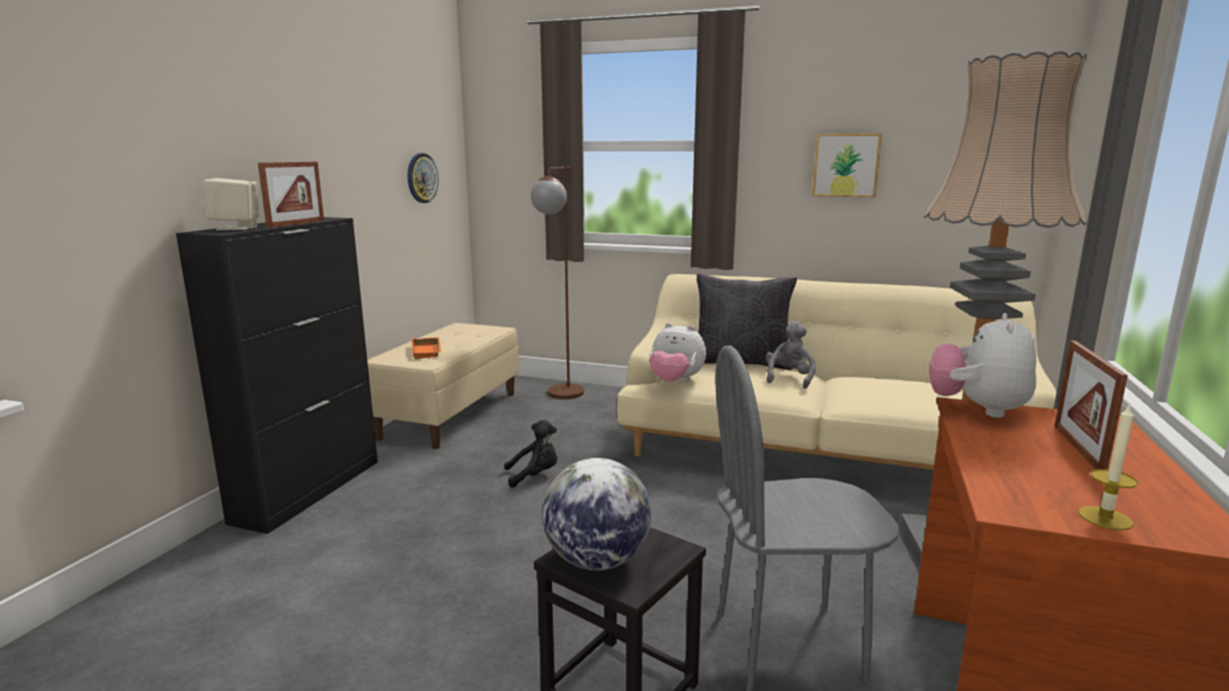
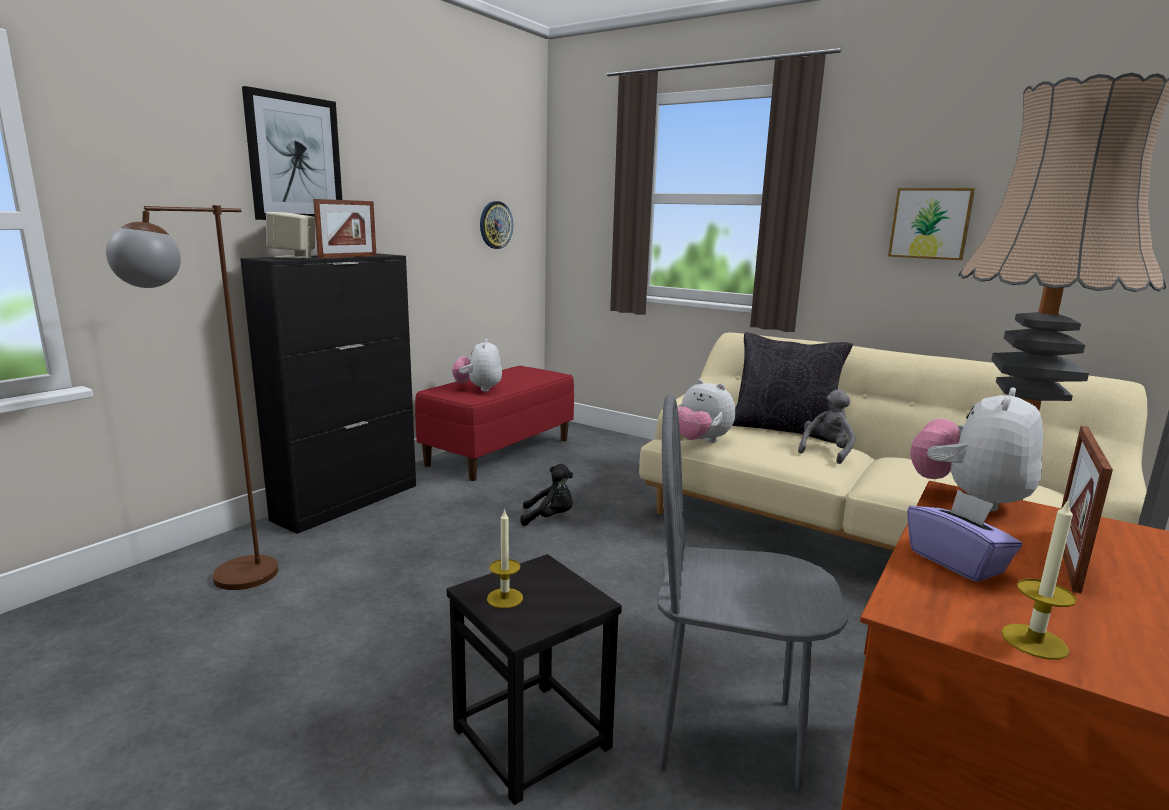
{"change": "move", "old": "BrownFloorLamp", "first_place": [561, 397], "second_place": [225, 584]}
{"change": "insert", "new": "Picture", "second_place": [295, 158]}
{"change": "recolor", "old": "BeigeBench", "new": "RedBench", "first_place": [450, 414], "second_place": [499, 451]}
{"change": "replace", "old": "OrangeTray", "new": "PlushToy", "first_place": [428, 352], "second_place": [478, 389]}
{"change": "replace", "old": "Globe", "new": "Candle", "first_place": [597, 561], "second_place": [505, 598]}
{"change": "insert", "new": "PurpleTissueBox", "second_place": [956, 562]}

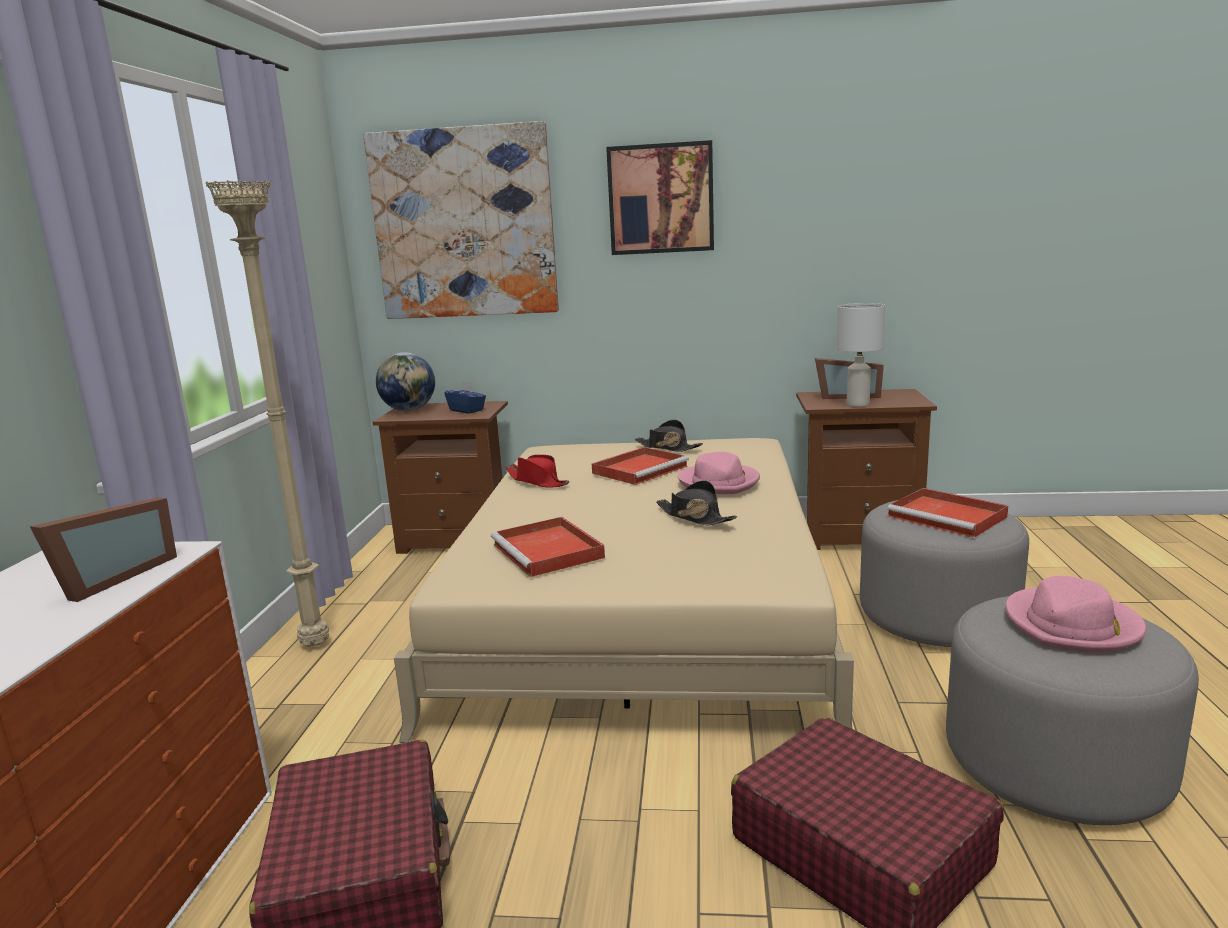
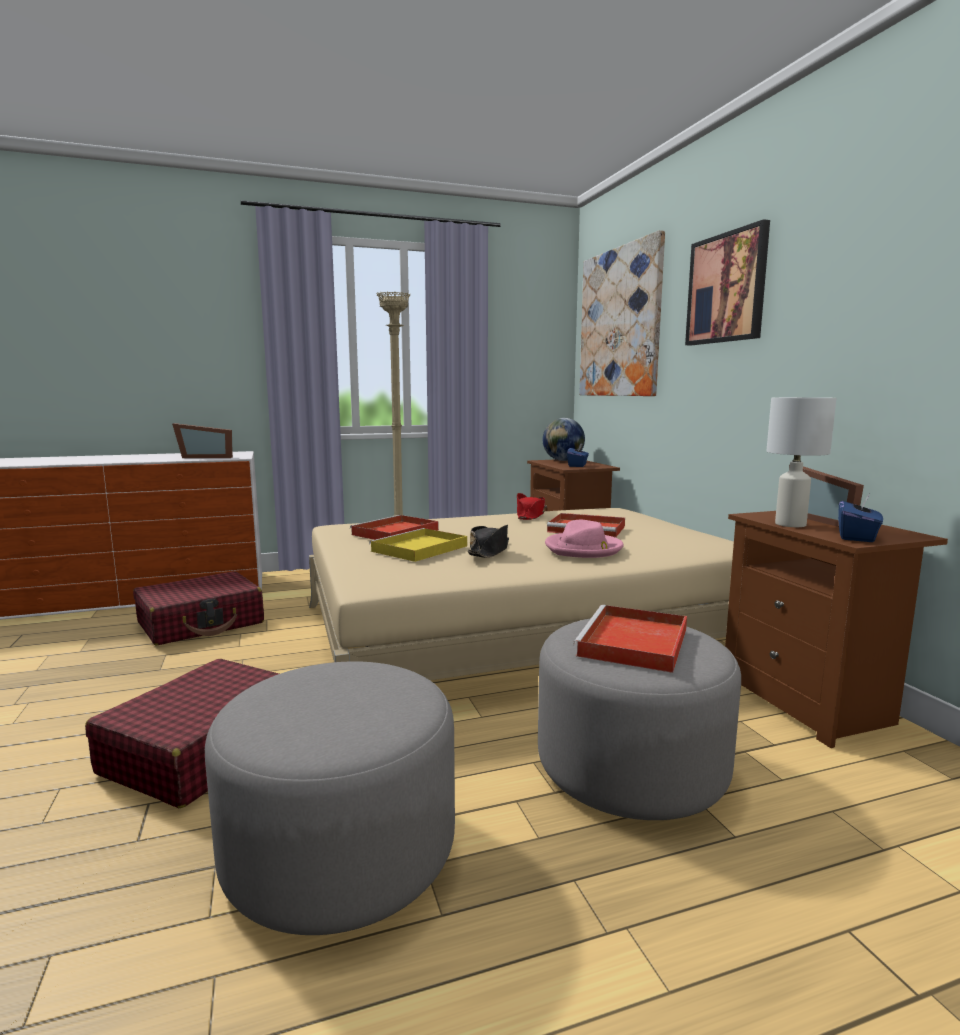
{"change": "insert", "new": "YellowTray", "second_place": [418, 549]}
{"change": "insert", "new": "BlueTissueBox", "second_place": [857, 537]}
{"change": "delete", "old": "BlackHat", "first_place": [667, 447]}
{"change": "delete", "old": "PinkHat", "first_place": [1072, 626]}

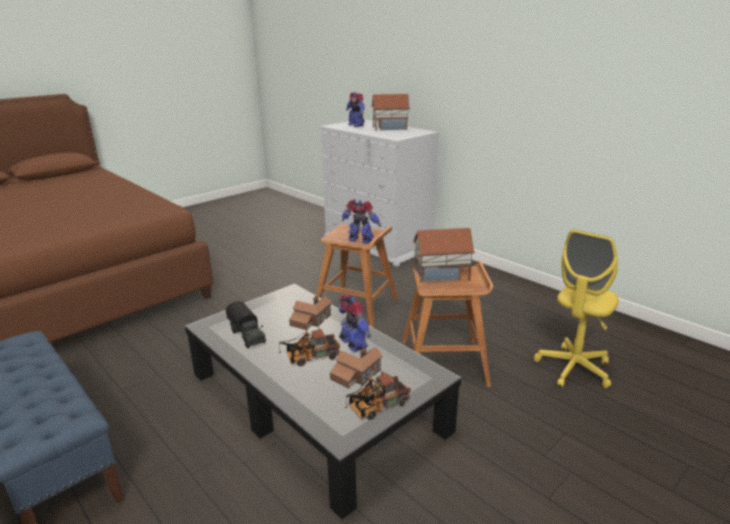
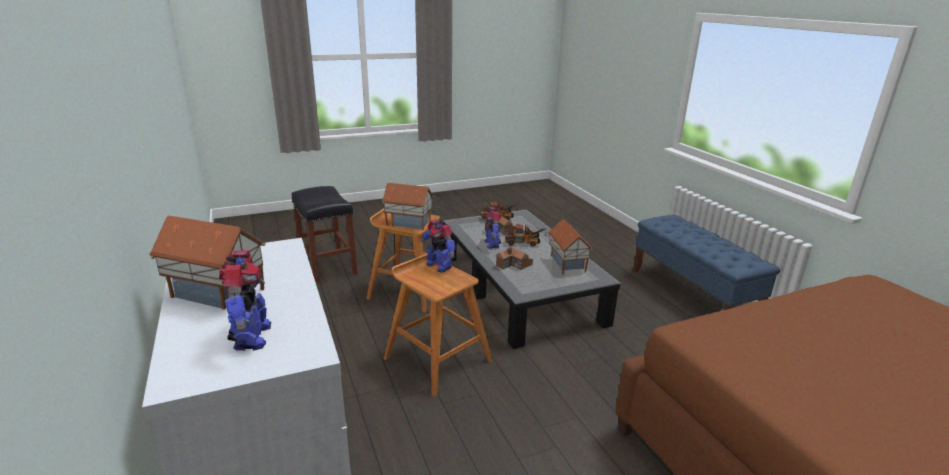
{"change": "replace", "old": "YellowOfficeChair", "new": "BlackStool", "first_place": [573, 368], "second_place": [328, 267]}
{"change": "replace", "old": "ToyTruck", "new": "ToyHouse", "first_place": [247, 335], "second_place": [566, 264]}

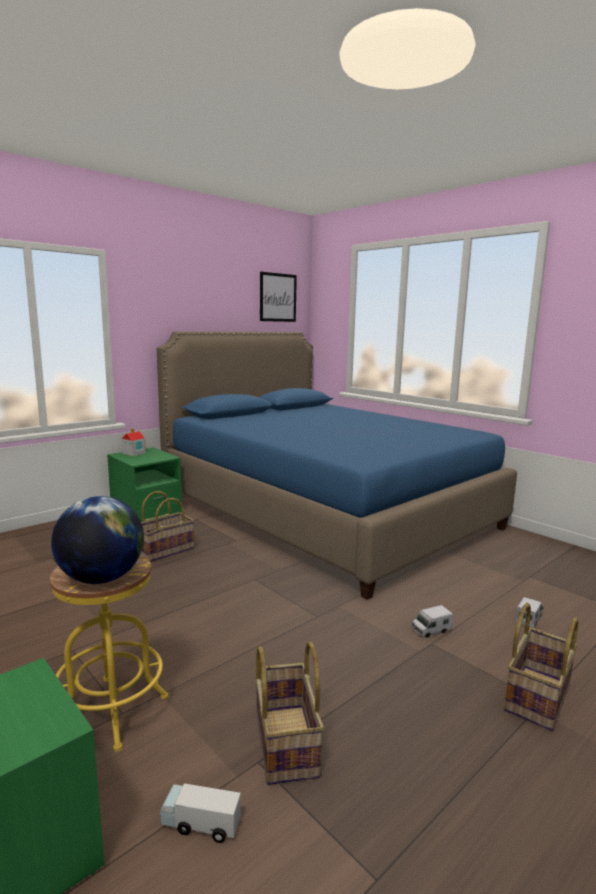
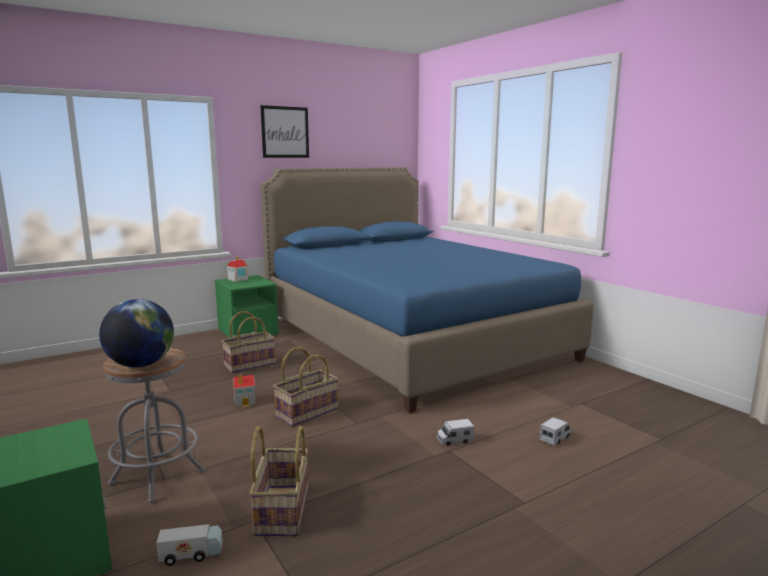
{"change": "recolor", "old": "YellowStool", "new": "GreyStool", "first_place": [112, 711], "second_place": [157, 477]}
{"change": "rotate", "old": "ToyTruck", "first_place": [200, 823], "second_place": [192, 554], "degrees": 150}
{"change": "insert", "new": "ToyHouse", "second_place": [245, 401]}
{"change": "move", "old": "Picture", "first_place": [278, 297], "second_place": [285, 132]}
{"change": "move", "old": "Basket", "first_place": [536, 696], "second_place": [307, 412]}

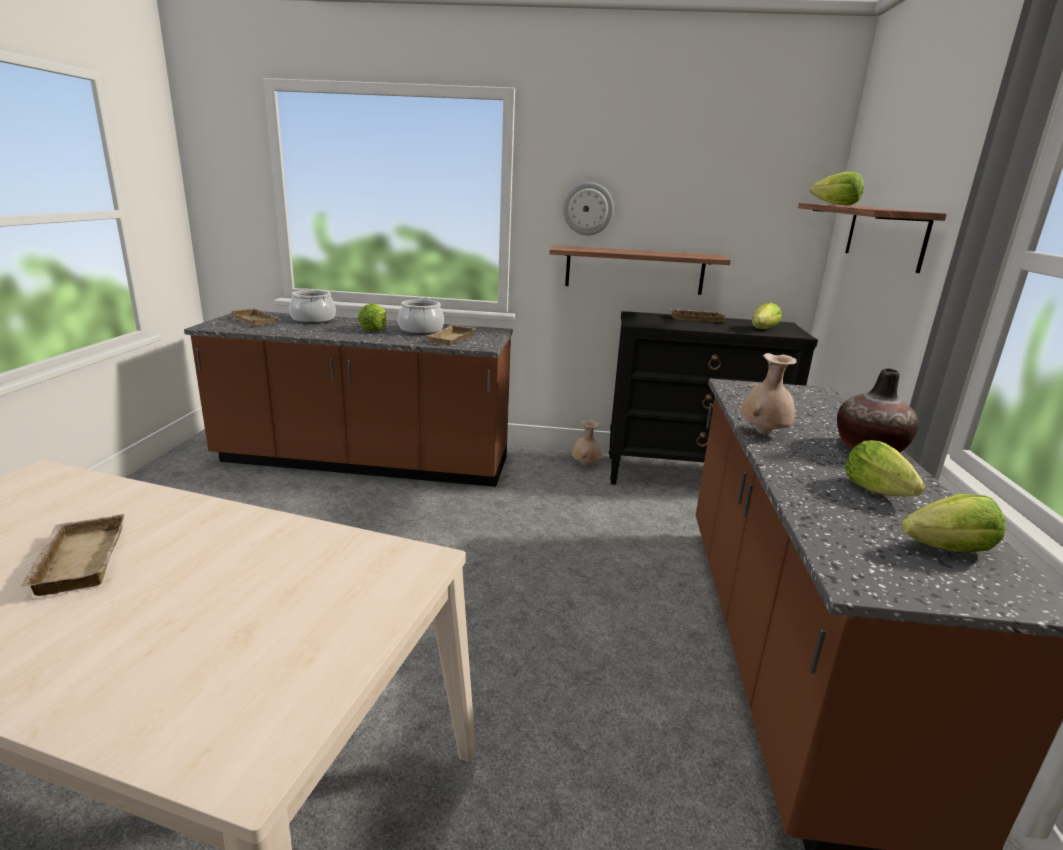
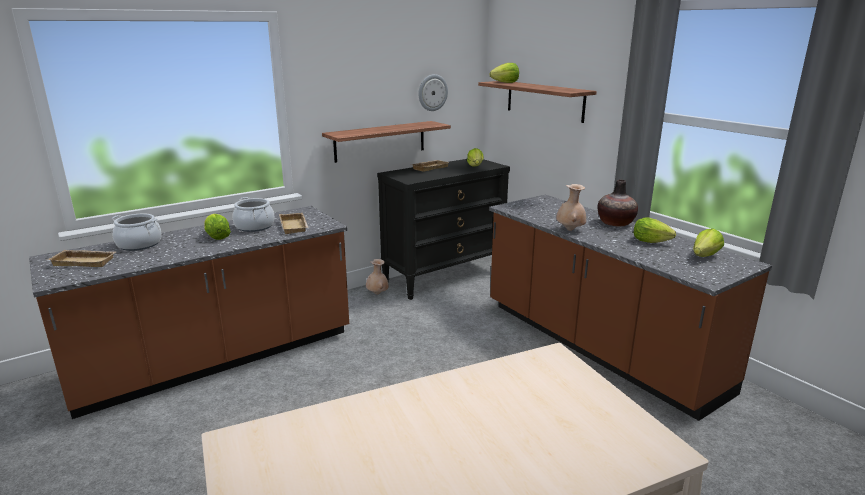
{"change": "move", "old": "WallClock", "first_place": [588, 209], "second_place": [432, 92]}
{"change": "delete", "old": "BeigeTray", "first_place": [77, 560]}

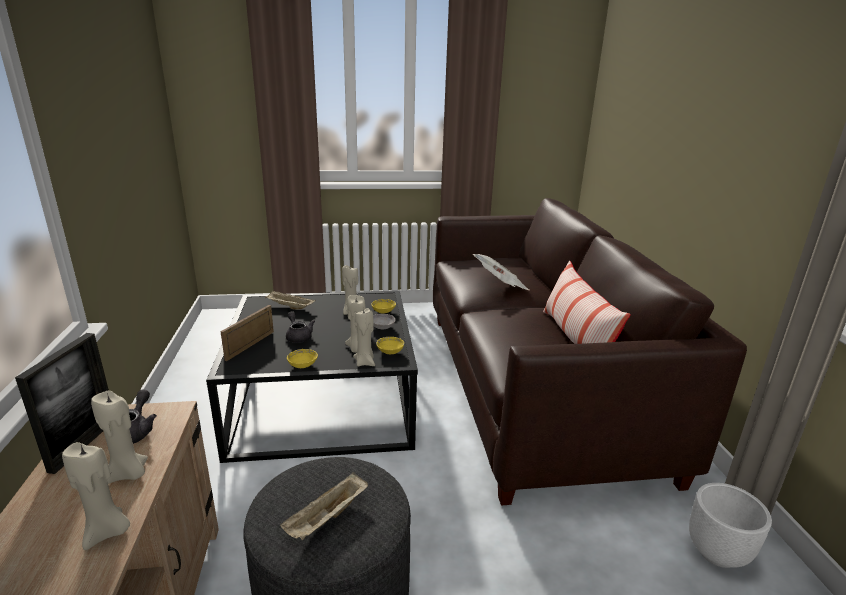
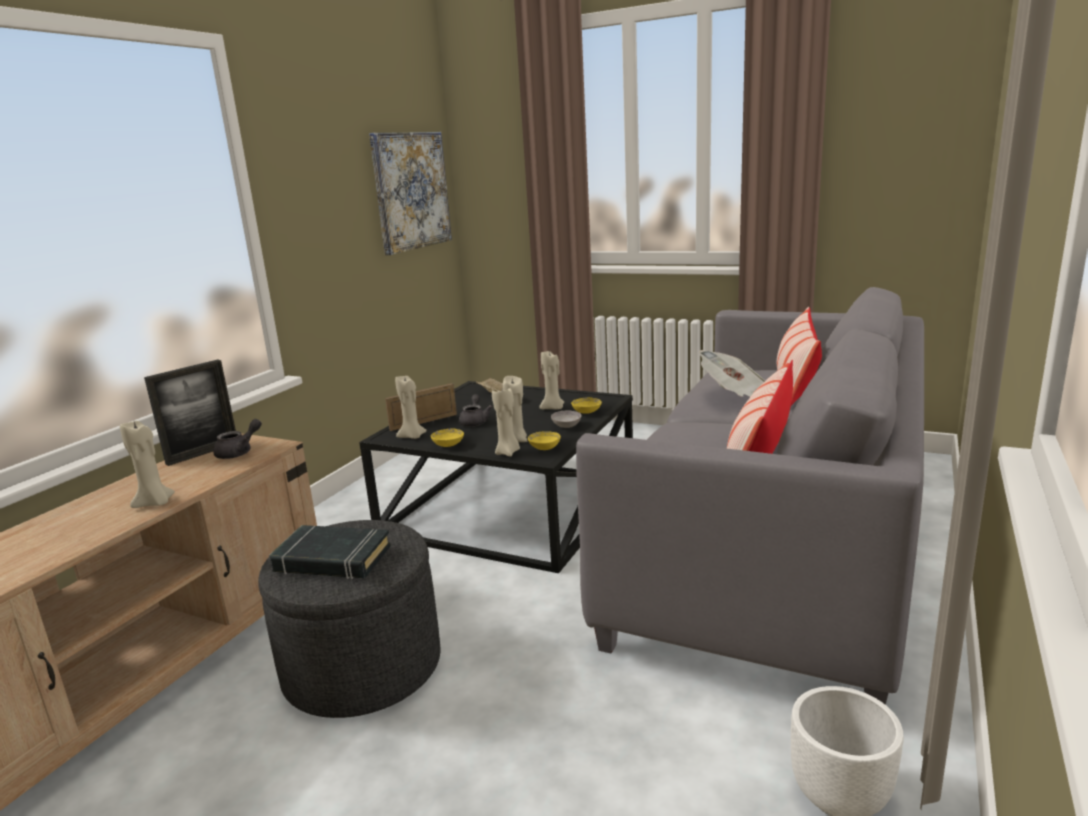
{"change": "replace", "old": "BeigeTray", "new": "BlackBook", "first_place": [327, 518], "second_place": [332, 559]}
{"change": "insert", "new": "Picture", "second_place": [411, 191]}
{"change": "move", "old": "BeigeCandle", "first_place": [128, 474], "second_place": [412, 436]}
{"change": "recolor", "old": "BrownSofa", "new": "GreySofa", "first_place": [533, 387], "second_place": [776, 548]}
{"change": "insert", "new": "Pillow", "second_place": [796, 385]}

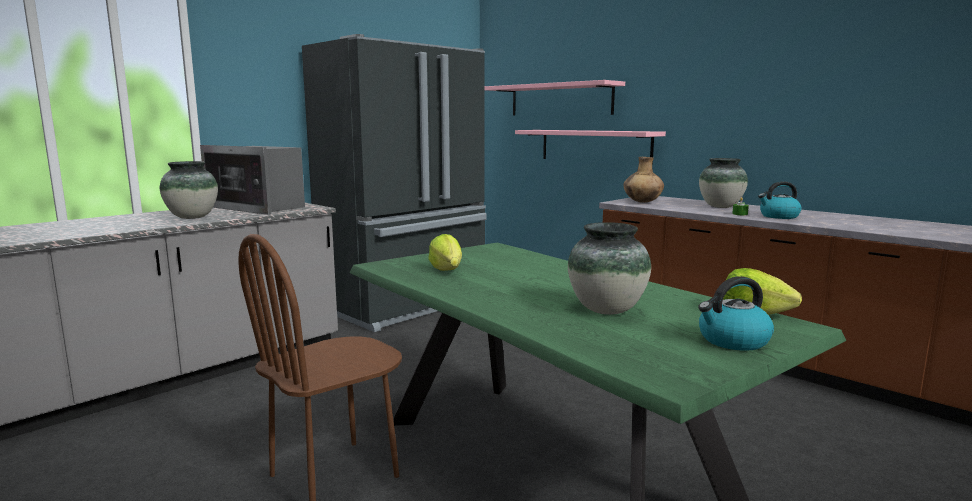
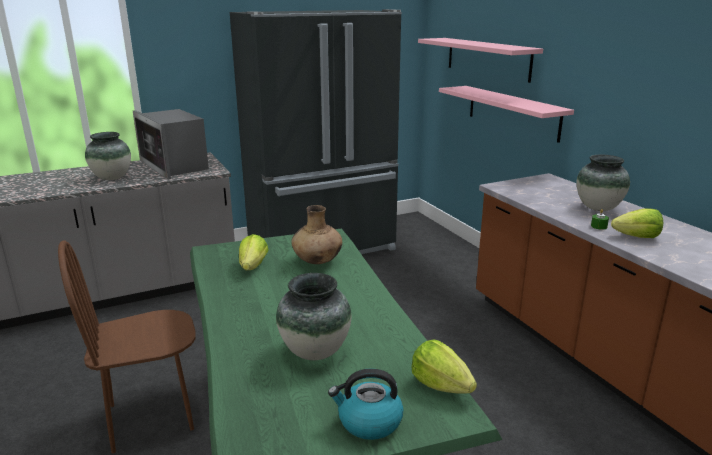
{"change": "move", "old": "BrownVase", "first_place": [642, 202], "second_place": [317, 261]}
{"change": "replace", "old": "Kettle", "new": "Lettuce", "first_place": [778, 216], "second_place": [637, 237]}

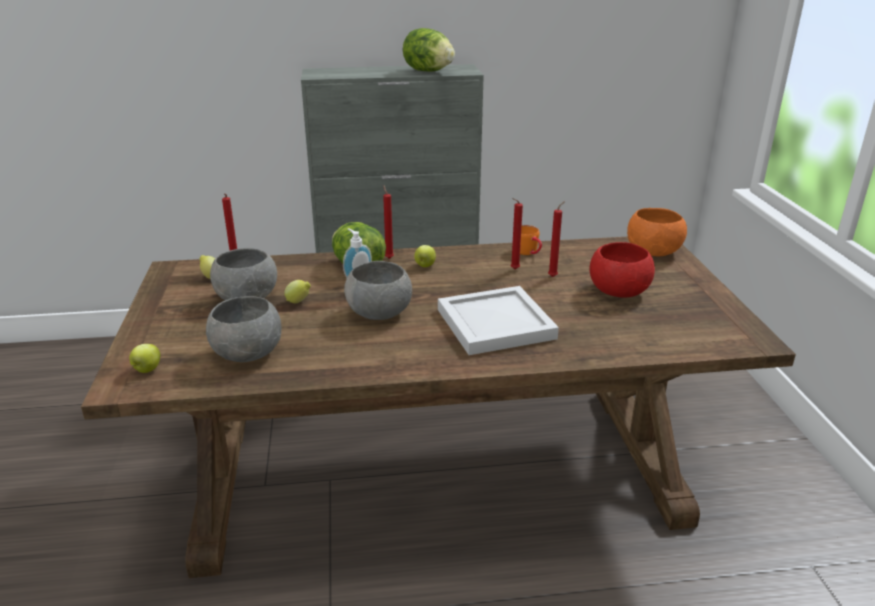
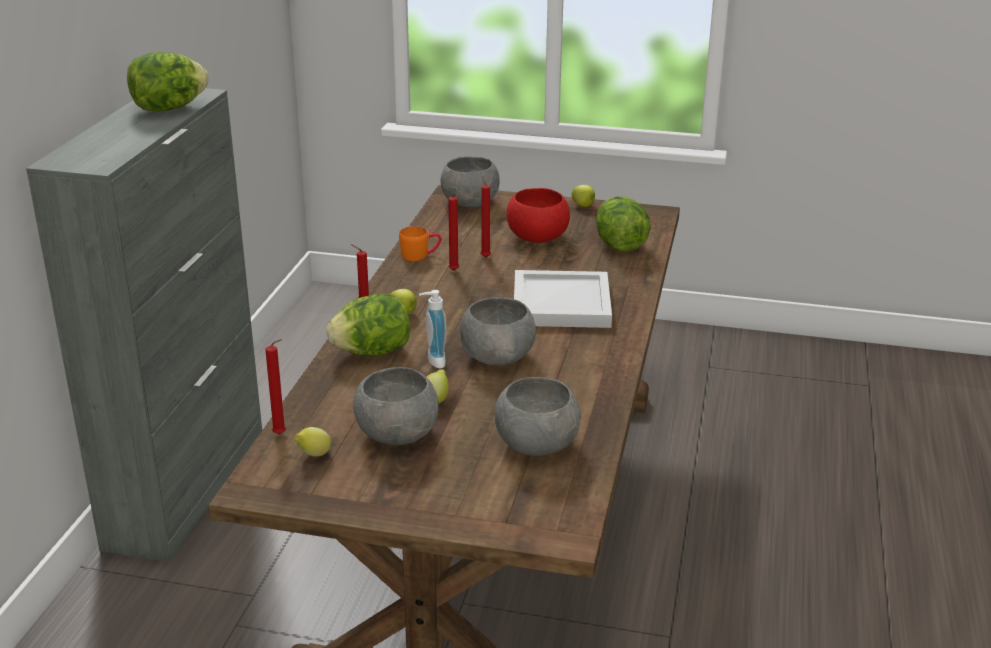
{"change": "recolor", "old": "OrangeBowl", "new": "GreyBowl", "first_place": [653, 252], "second_place": [470, 202]}
{"change": "move", "old": "Apple", "first_place": [147, 370], "second_place": [583, 206]}
{"change": "insert", "new": "Lettuce", "second_place": [619, 245]}

